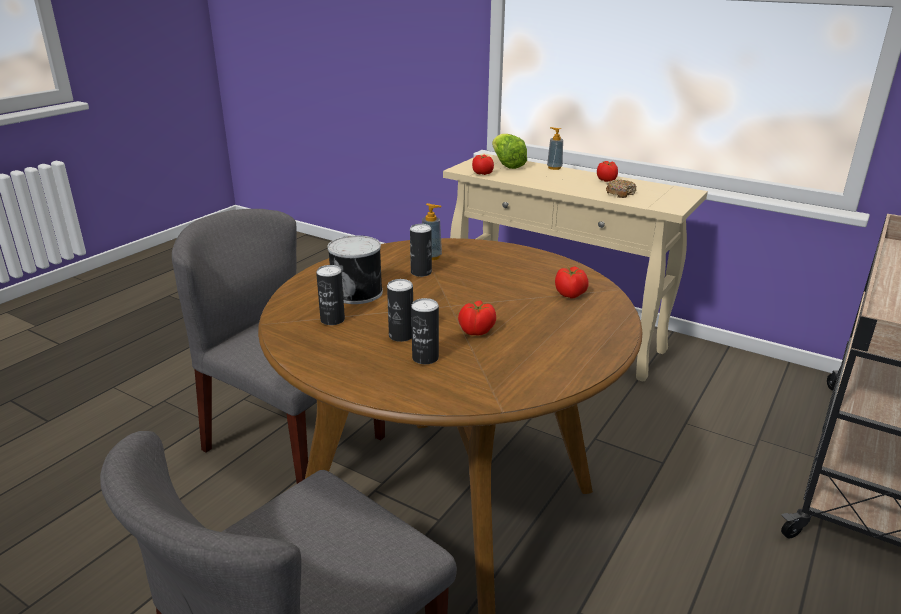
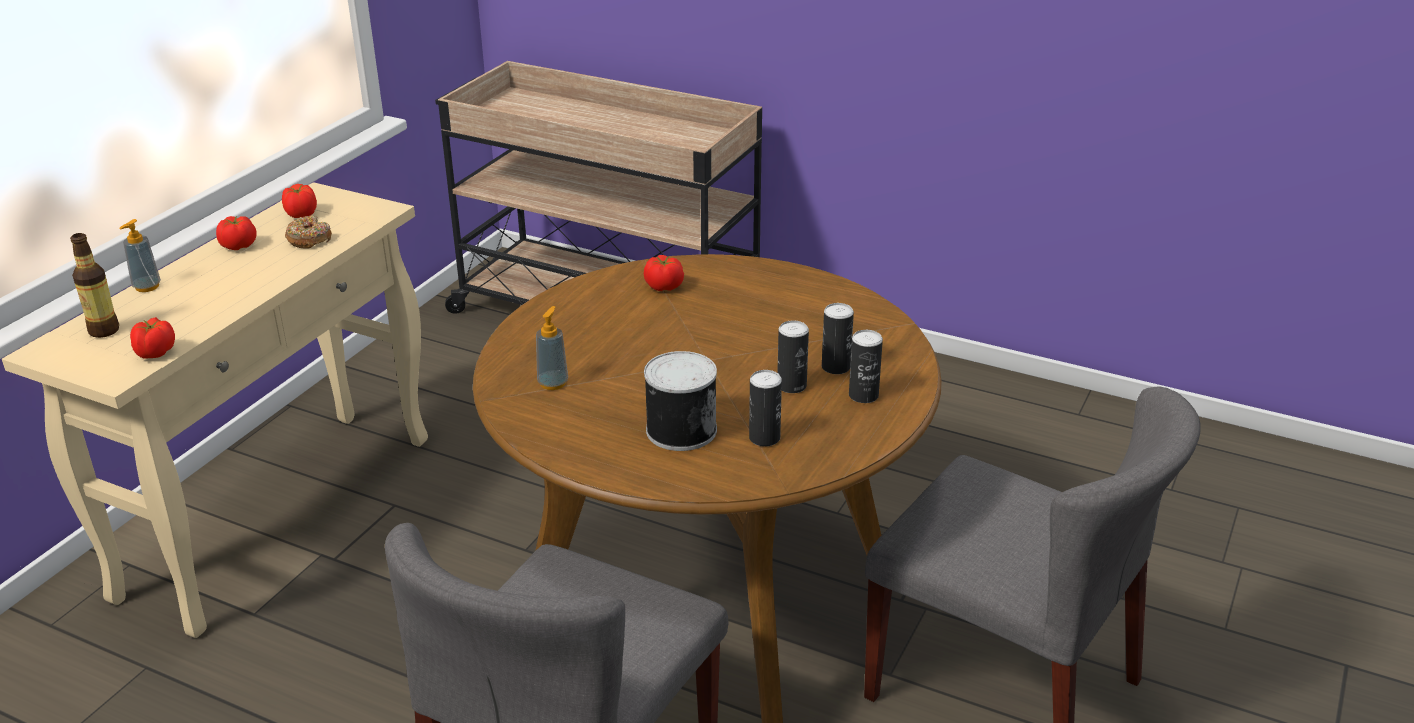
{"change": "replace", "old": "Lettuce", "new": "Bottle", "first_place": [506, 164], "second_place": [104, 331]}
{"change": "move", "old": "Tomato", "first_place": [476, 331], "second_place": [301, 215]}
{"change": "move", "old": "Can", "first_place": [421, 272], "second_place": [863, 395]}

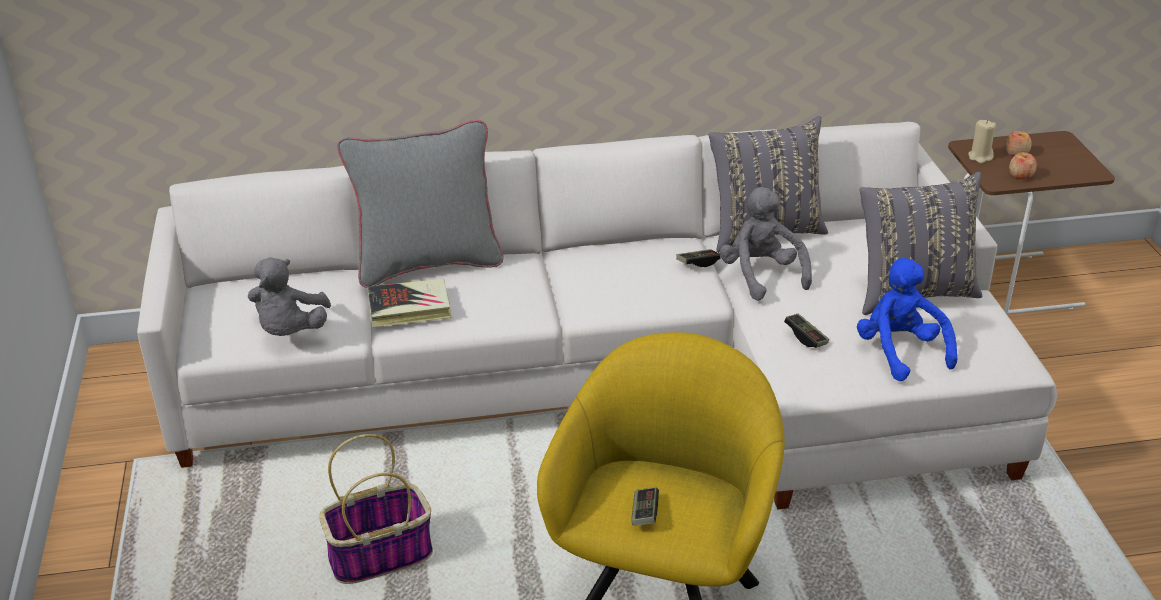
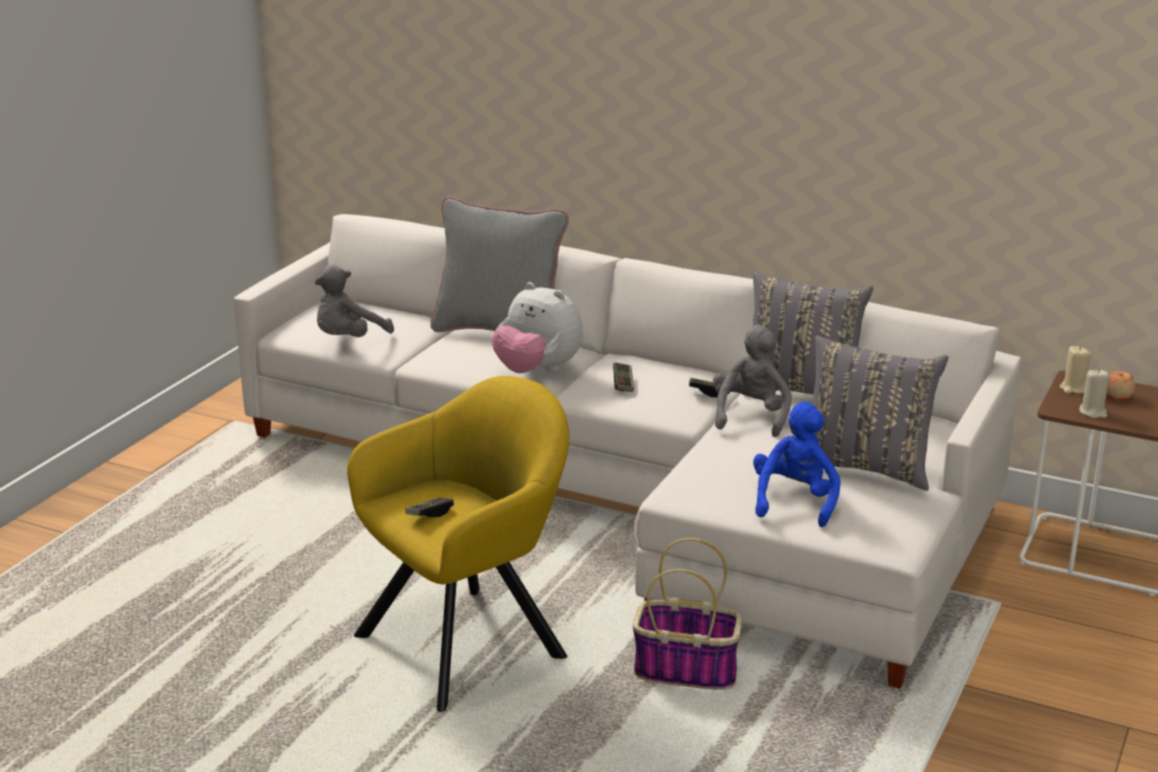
{"change": "insert", "new": "PlushToy", "second_place": [537, 371]}
{"change": "move", "old": "GameController", "first_place": [805, 337], "second_place": [623, 384]}
{"change": "move", "old": "Basket", "first_place": [381, 554], "second_place": [687, 671]}
{"change": "replace", "old": "Apple", "new": "BeigeCandle", "first_place": [1021, 175], "second_place": [1093, 412]}
{"change": "delete", "old": "Book", "first_place": [409, 308]}

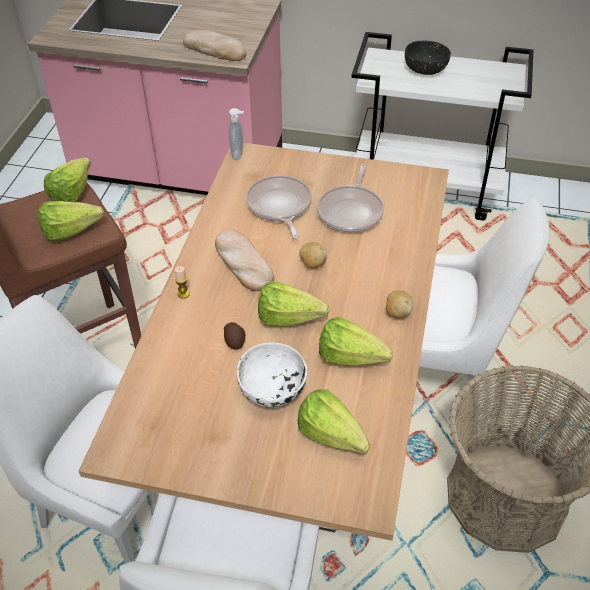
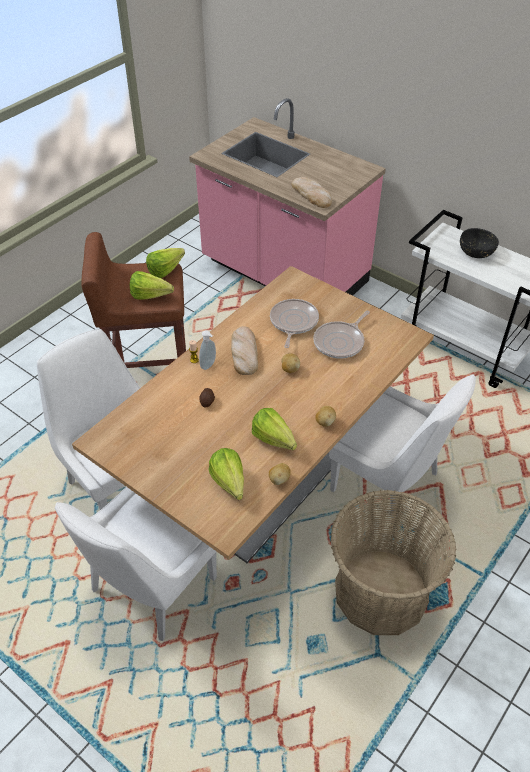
{"change": "move", "old": "SoapDispenser", "first_place": [238, 155], "second_place": [209, 365]}
{"change": "insert", "new": "Potato", "second_place": [279, 479]}
{"change": "delete", "old": "WhiteBowl", "first_place": [272, 389]}
{"change": "delete", "old": "Lettuce", "first_place": [294, 321]}

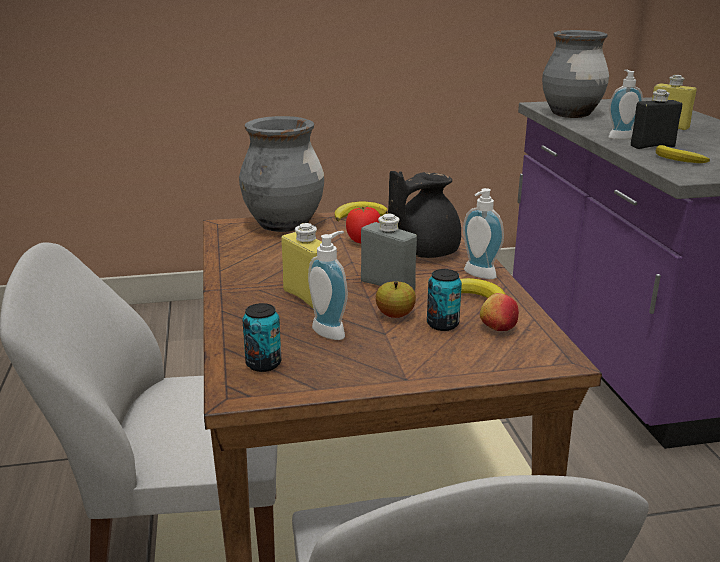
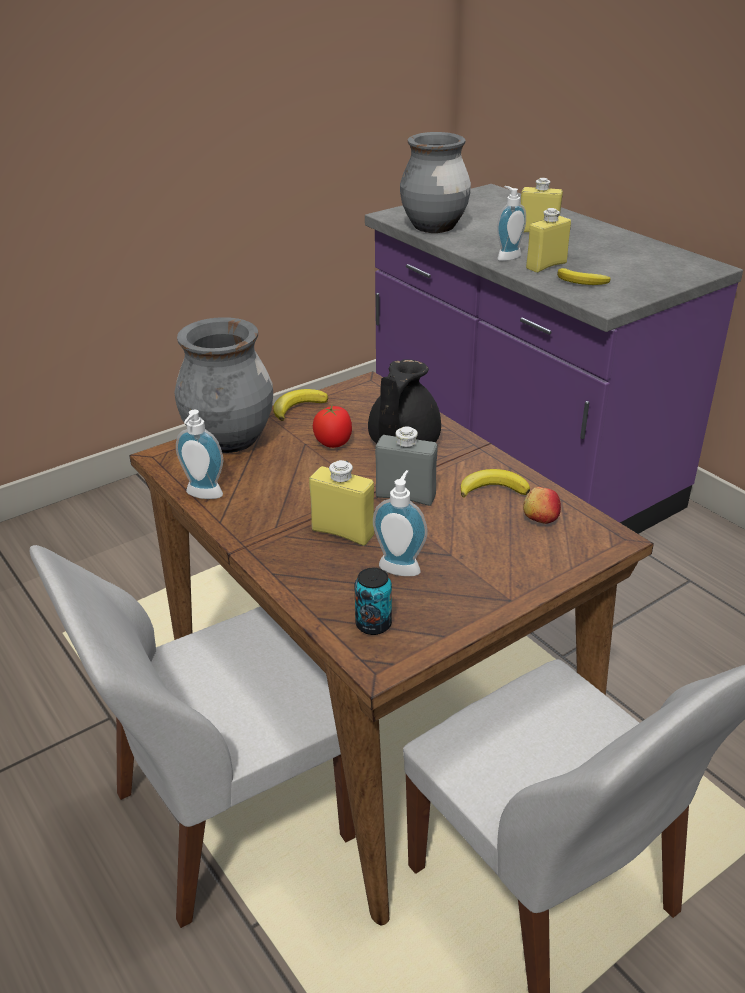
{"change": "move", "old": "SoapDispenser", "first_place": [477, 275], "second_place": [202, 496]}
{"change": "recolor", "old": "BlackBottle", "new": "YellowBottle", "first_place": [652, 146], "second_place": [546, 266]}
{"change": "delete", "old": "Apple", "first_place": [395, 315]}
{"change": "delete", "old": "Can", "first_place": [442, 324]}

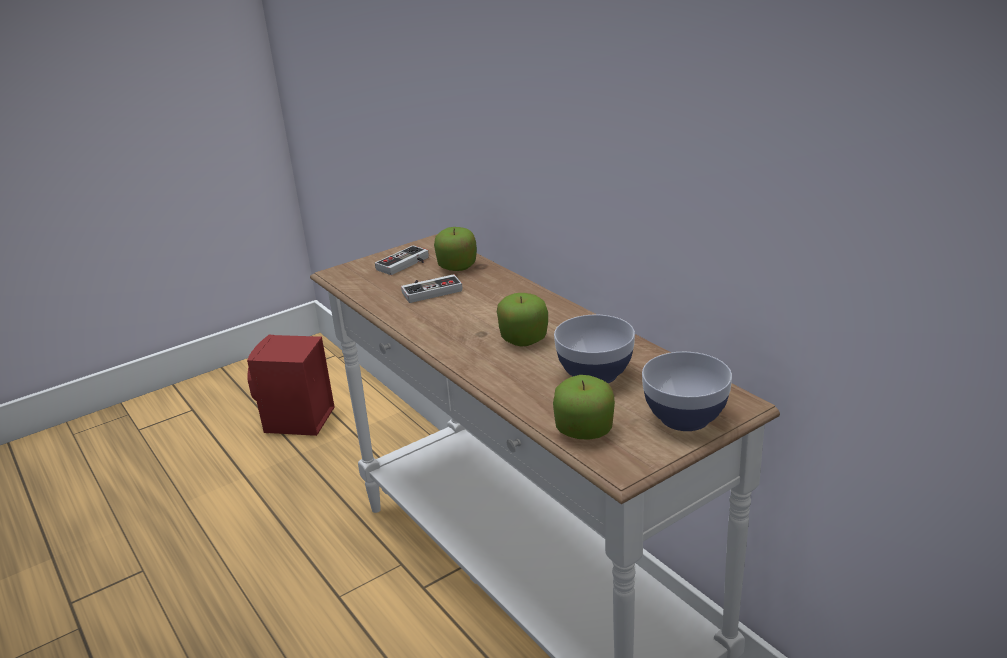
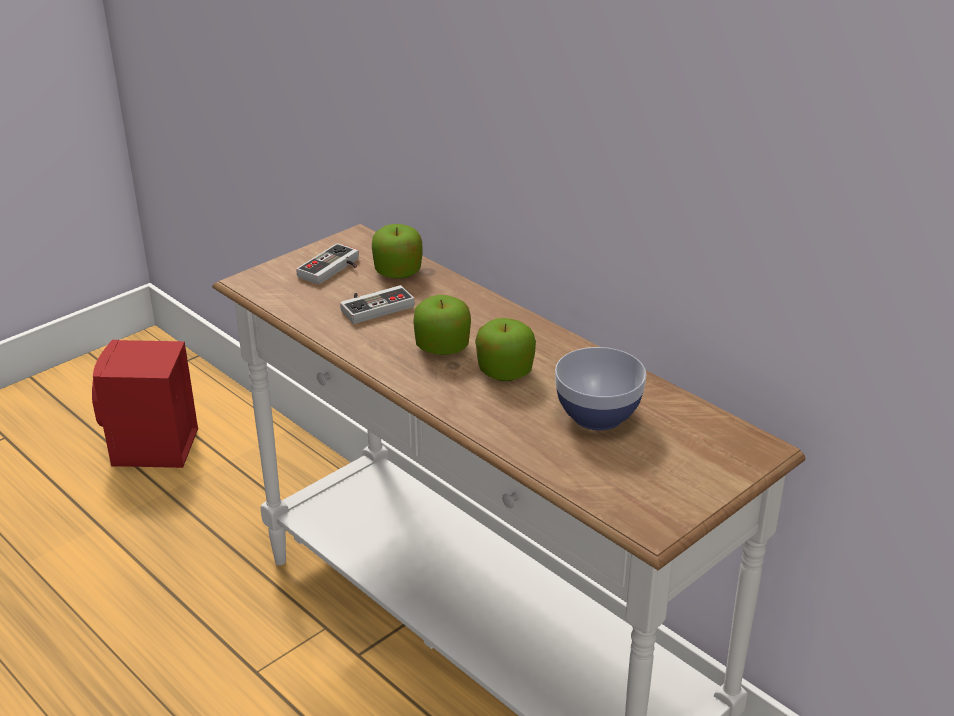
{"change": "move", "old": "Apple", "first_place": [584, 430], "second_place": [442, 347]}
{"change": "delete", "old": "Bowl", "first_place": [685, 417]}

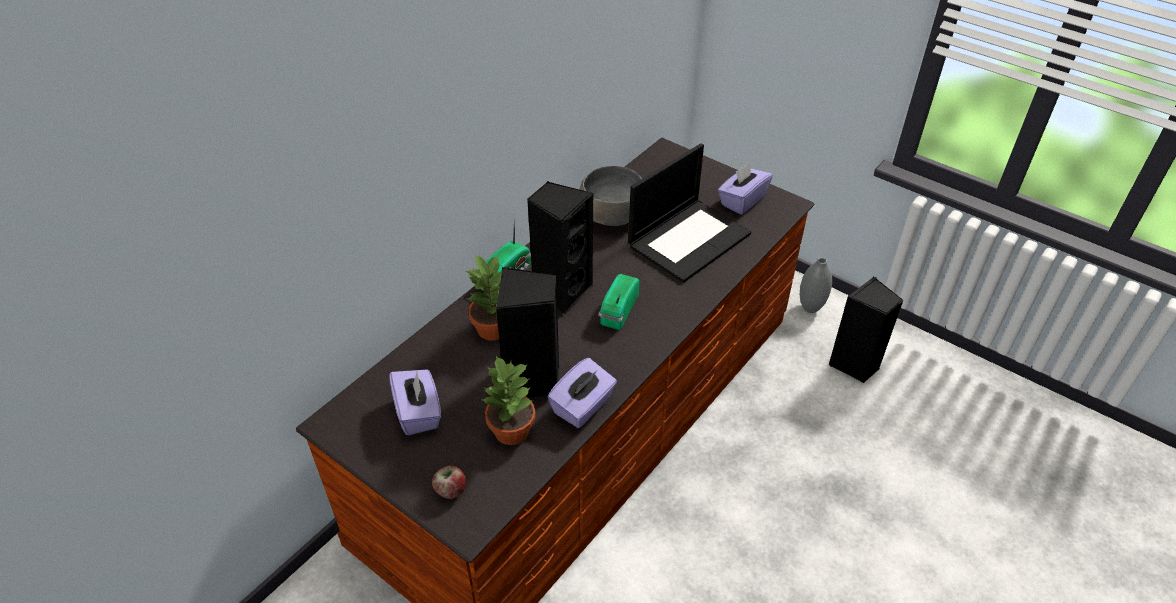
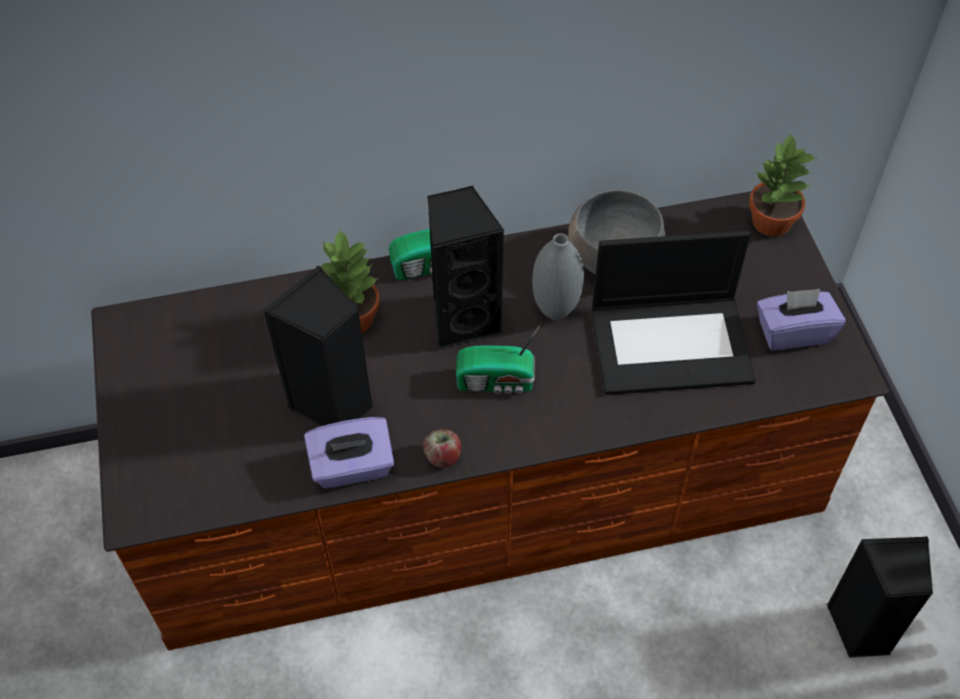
{"change": "move", "old": "Apple", "first_place": [451, 490], "second_place": [443, 456]}
{"change": "rotate", "old": "Radio", "first_place": [617, 311], "second_place": [497, 382], "degrees": -150}
{"change": "move", "old": "GreyVase", "first_place": [810, 308], "second_place": [555, 310]}
{"change": "move", "old": "PottedPlant", "first_place": [512, 432], "second_place": [771, 223]}
{"change": "delete", "old": "PurpleTissueBox", "first_place": [419, 413]}

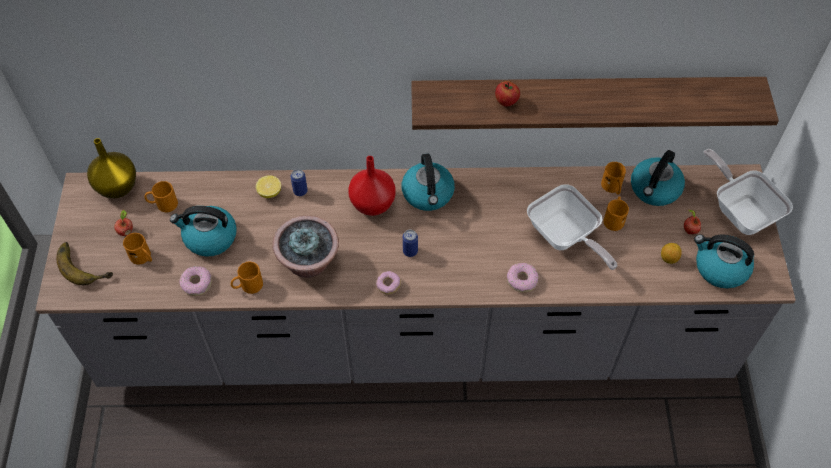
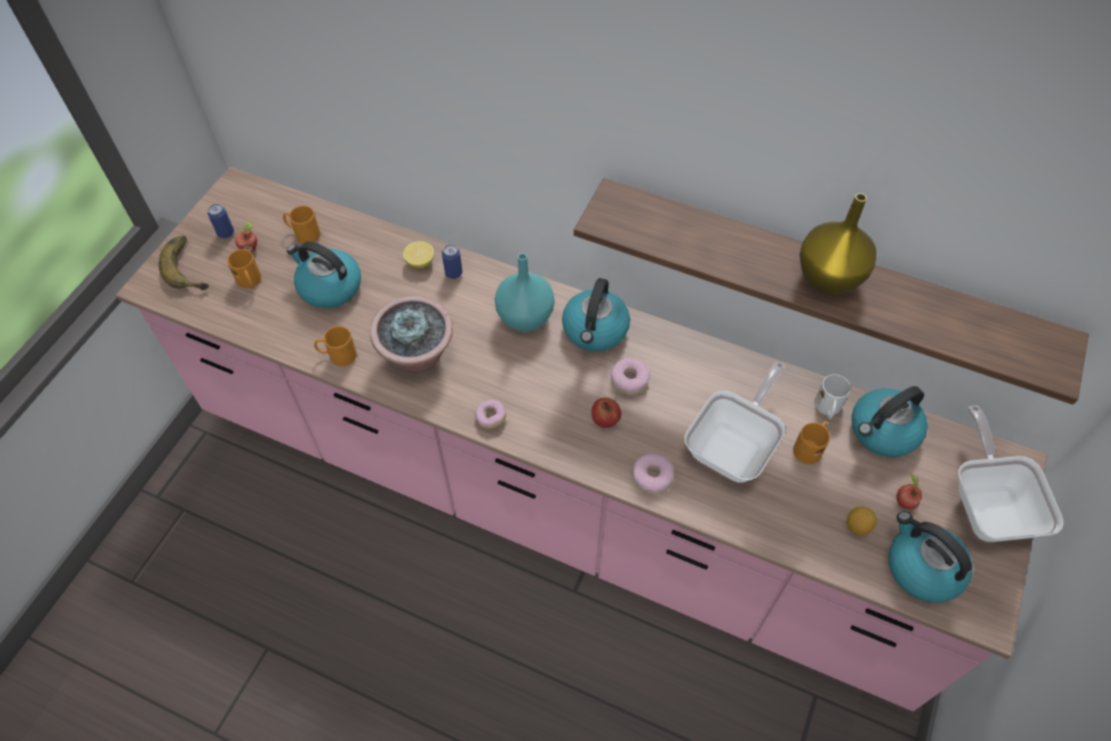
{"change": "recolor", "old": "GreyCounter", "new": "PinkCounter", "first_place": [415, 337], "second_place": [555, 495]}
{"change": "move", "old": "Can", "first_place": [410, 251], "second_place": [226, 233]}
{"change": "recolor", "old": "RedVase", "new": "TurquoiseVase", "first_place": [373, 204], "second_place": [526, 318]}
{"change": "move", "old": "Apple", "first_place": [506, 102], "second_place": [605, 420]}
{"change": "move", "old": "Donut", "first_place": [197, 283], "second_place": [629, 379]}
{"change": "rotate", "old": "FryingPan", "first_place": [565, 237], "second_place": [734, 446], "degrees": -135}
{"change": "move", "old": "YellowVase", "first_place": [117, 186], "second_place": [829, 277]}
{"change": "recolor", "old": "OrangeMug", "new": "WhiteMug", "first_place": [613, 188], "second_place": [828, 409]}

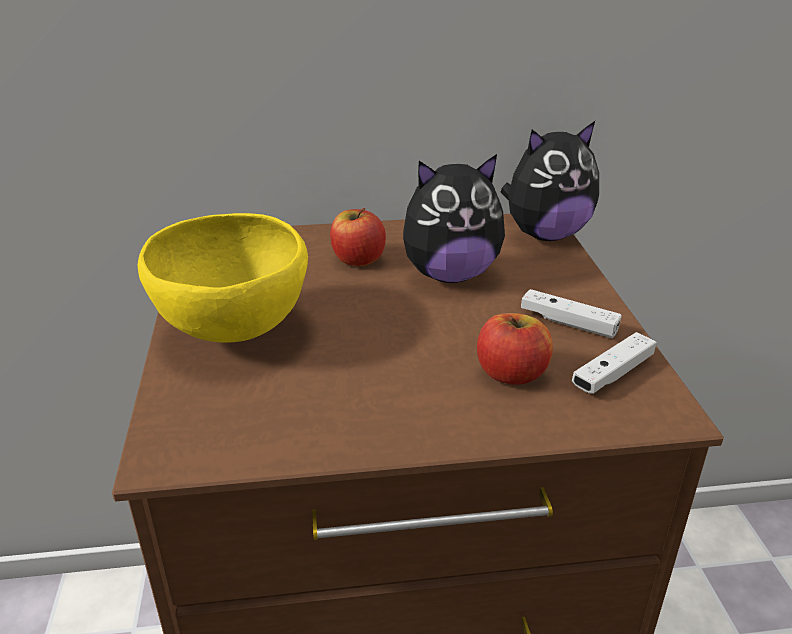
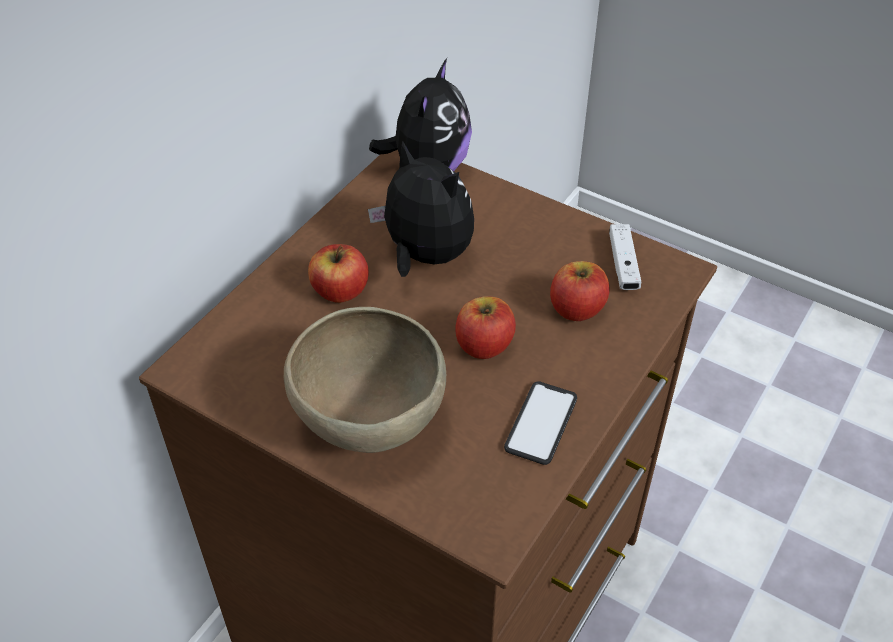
{"change": "recolor", "old": "YellowBowl", "new": "BrownBowl", "first_place": [233, 332], "second_place": [369, 424]}
{"change": "rotate", "old": "PlushToy", "first_place": [450, 274], "second_place": [424, 256], "degrees": -75}
{"change": "insert", "new": "Apple", "second_place": [484, 345]}
{"change": "insert", "new": "Phone", "second_place": [541, 423]}
{"change": "delete", "old": "WhiteGameController", "first_place": [568, 323]}

